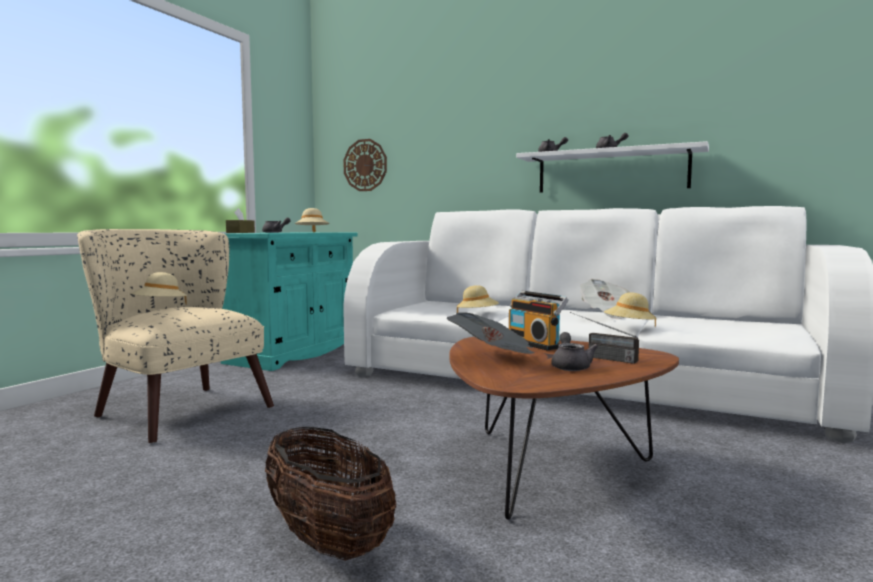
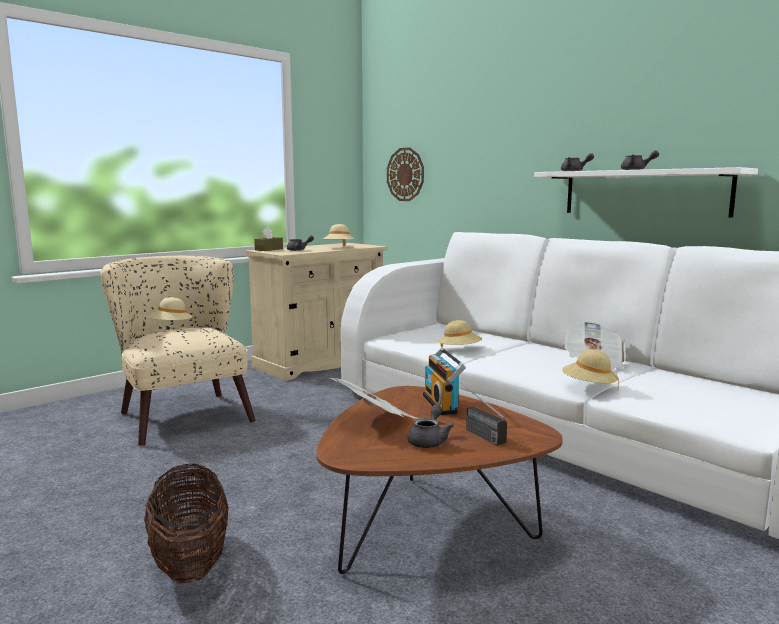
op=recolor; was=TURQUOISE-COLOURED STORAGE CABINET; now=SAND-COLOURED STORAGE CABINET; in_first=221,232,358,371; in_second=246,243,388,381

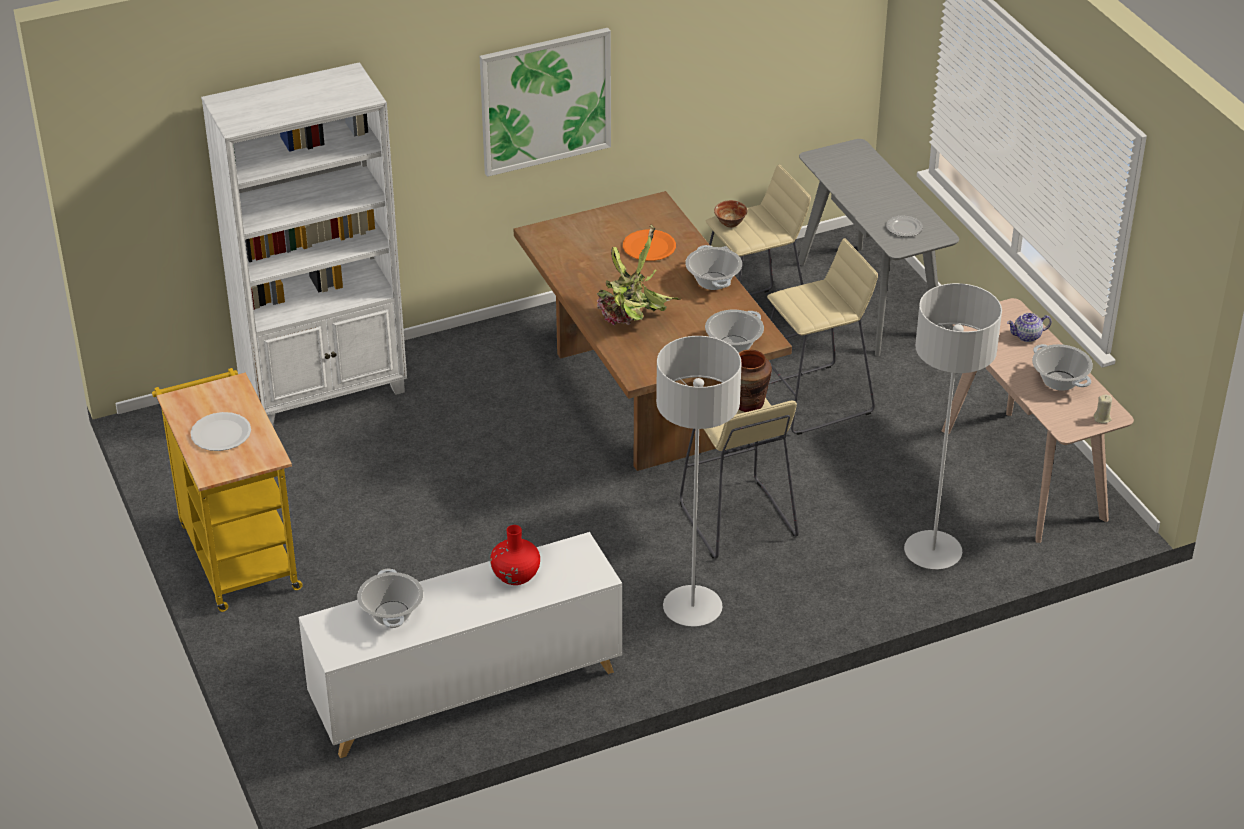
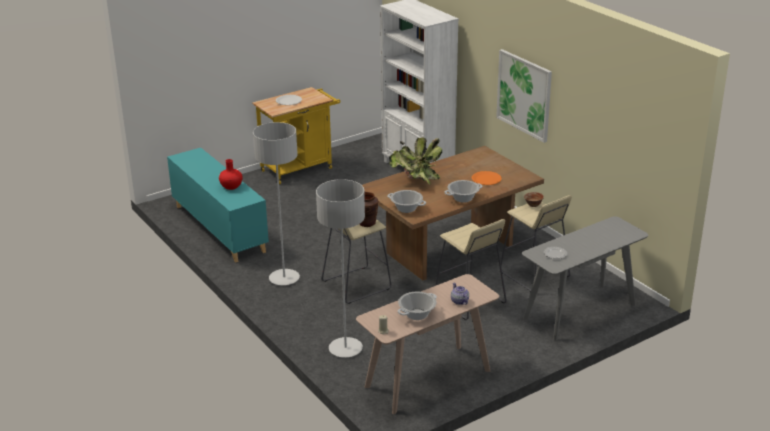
op=recolor; was=WHITISH STORAGE CABINET; now=TURQUOISE-COLOURED STORAGE CABINET; in_first=299,532,622,758; in_second=167,148,269,262
op=delete; was=SAUCEPOT; in_first=357,569,423,628

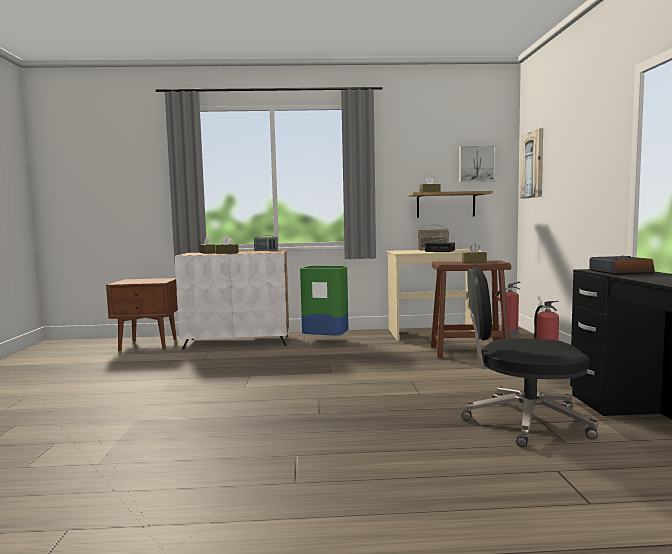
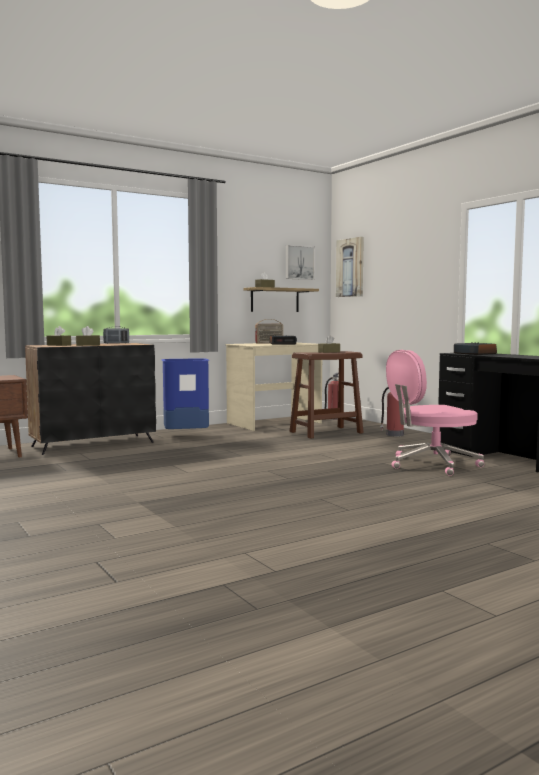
op=recolor; was=WHITISH STORAGE CABINET; now=BLACK STORAGE CABINET; in_first=175,250,289,349; in_second=25,343,156,455
op=recolor; was=GREENISH RUBBISH BIN; now=BLUE-COLOURED RUBBISH BIN; in_first=299,266,349,335; in_second=161,358,209,429
op=recolor; was=BLACK COMPUTER CHAIR; now=PINK-COLOURED COMPUTER CHAIR; in_first=461,267,598,447; in_second=386,350,484,476

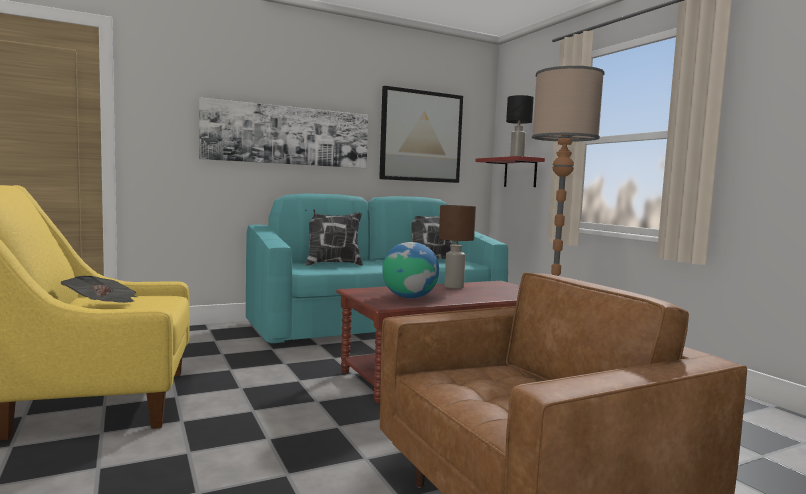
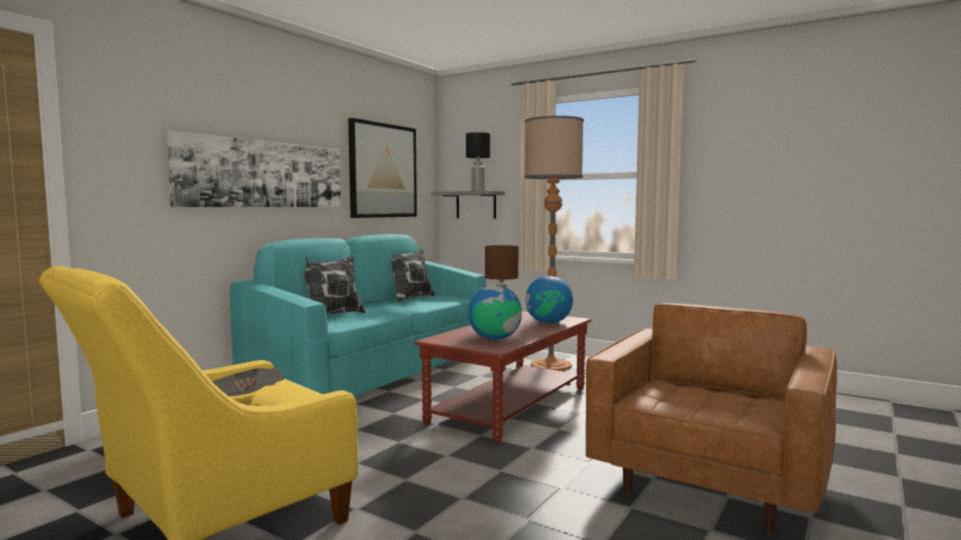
op=recolor; was=RED-COLOURED WALL SHELF; now=GRAY WALL SHELF; in_first=475,156,545,187; in_second=431,191,505,219
op=insert; now=WORLD GLOBE; in_second=525,276,573,323

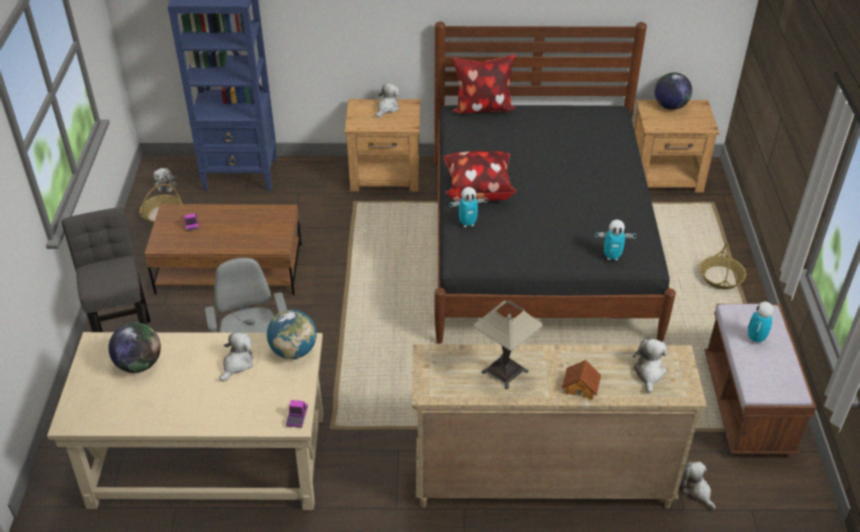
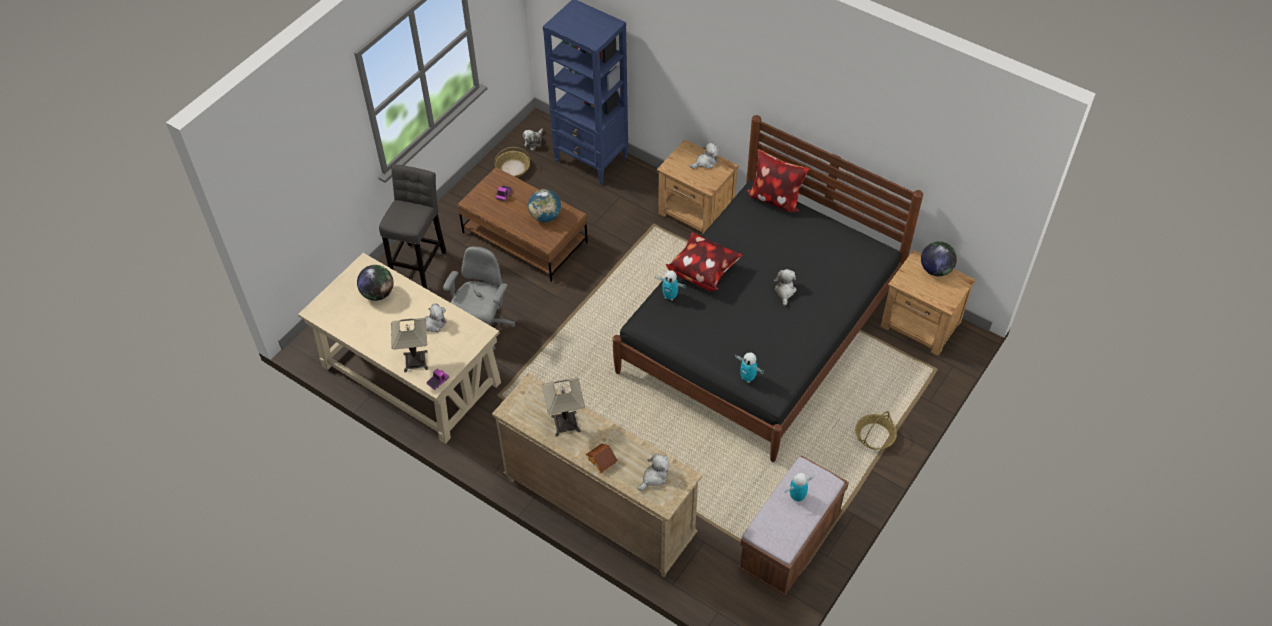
op=move; was=WORLD GLOBE; in_first=267,310,317,359; in_second=528,189,561,222
op=move; was=SOFT TOY; in_first=680,462,716,510; in_second=774,269,797,306
op=insert; now=TABLETOP LAMP; in_second=391,318,428,372

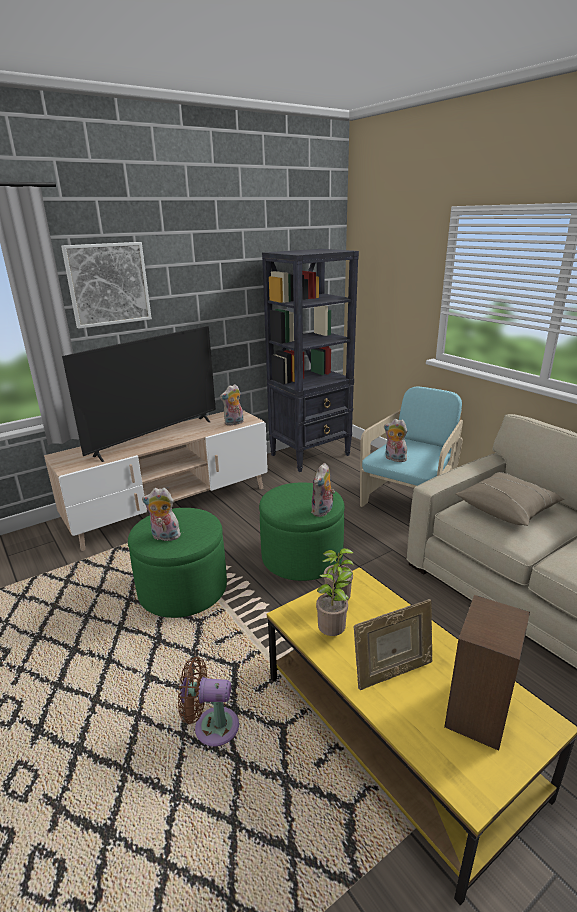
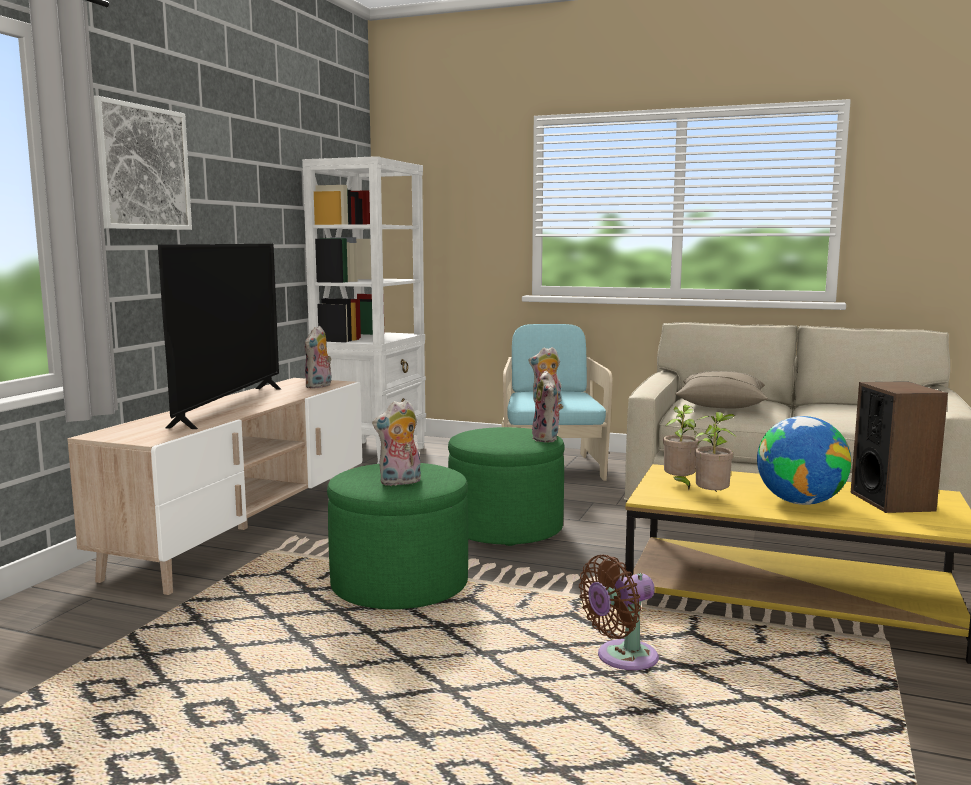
op=recolor; was=BLACK SHELVING UNIT; now=WHITISH SHELVING UNIT; in_first=262,249,359,472; in_second=302,156,426,464
op=replace; was=PICTURE FRAME; now=WORLD GLOBE; in_first=354,599,432,690; in_second=757,416,851,505

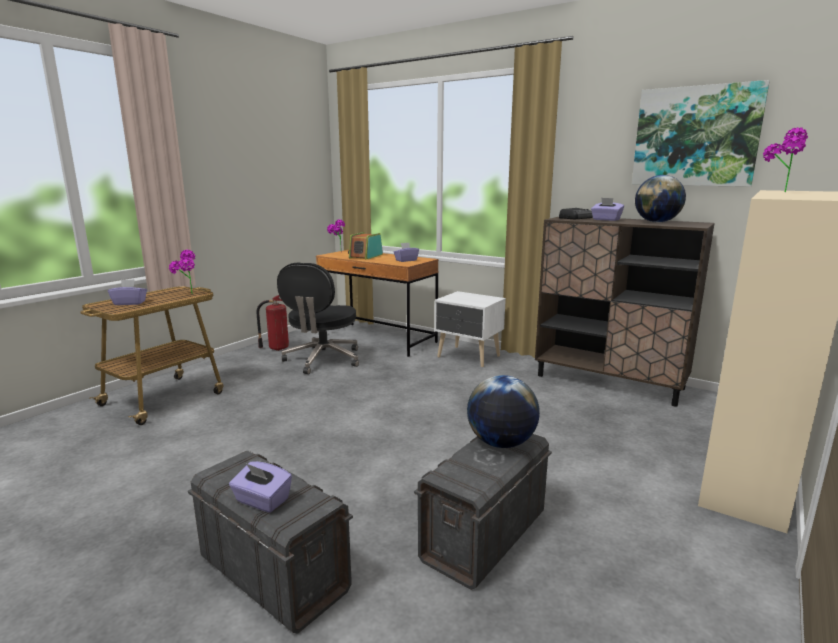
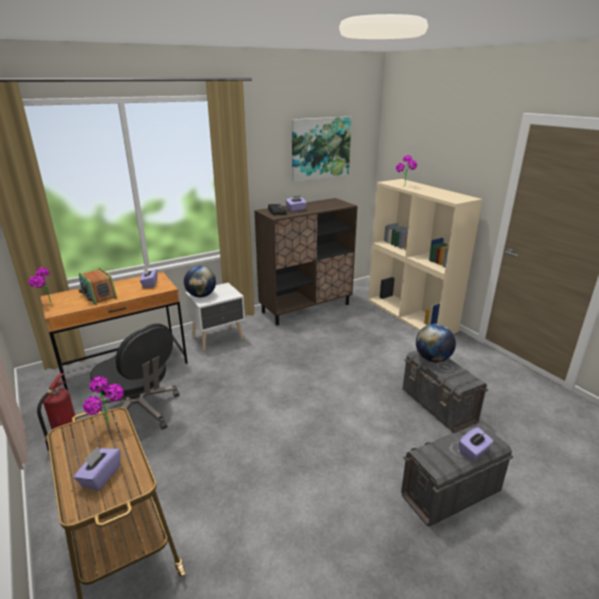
op=move; was=WORLD GLOBE; in_first=635,175,686,222; in_second=184,266,216,297

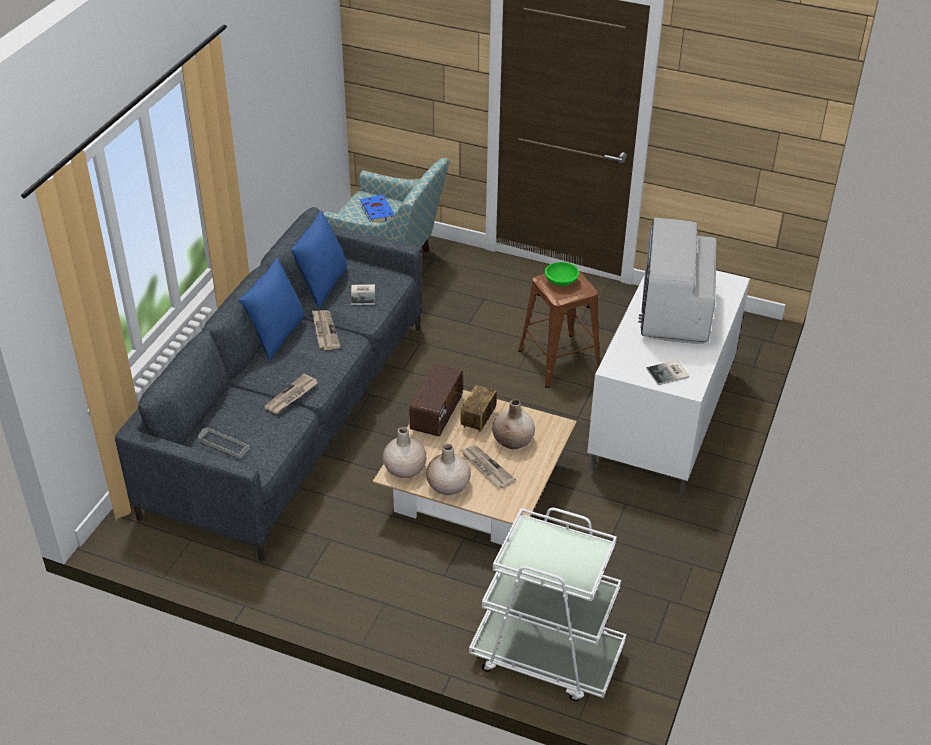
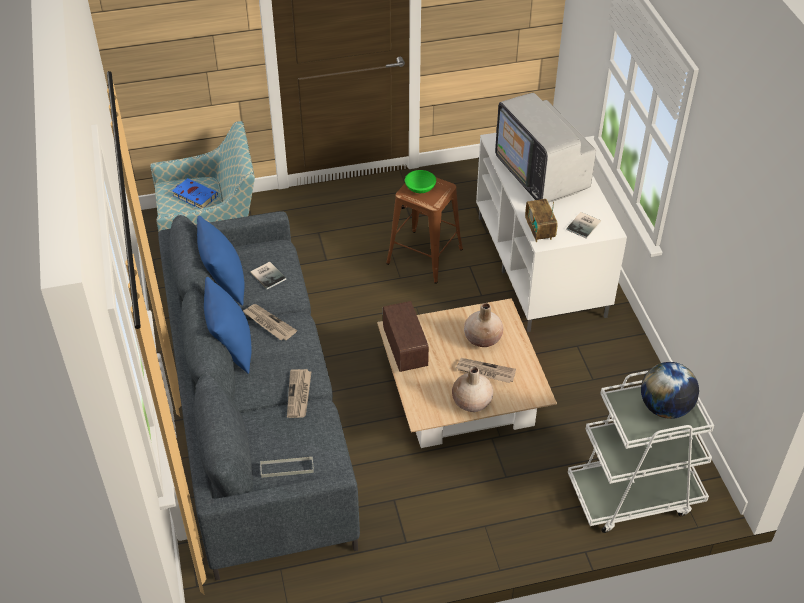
op=move; was=RADIO; in_first=461,385,497,433; in_second=525,199,558,242
op=delete; was=SAND-COLOURED VASE; in_first=383,427,426,478
op=insert; now=WORLD GLOBE; in_second=641,362,699,419

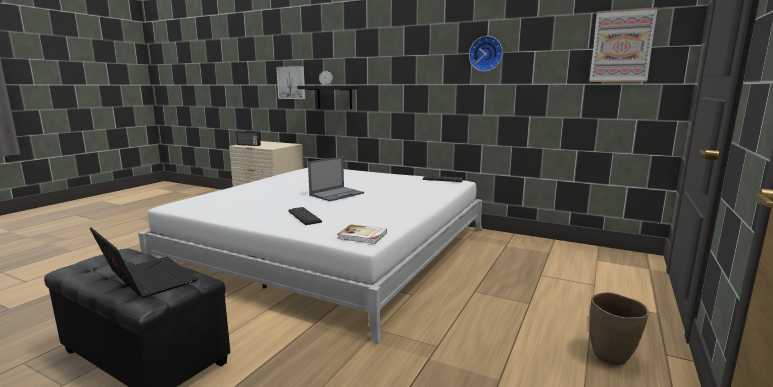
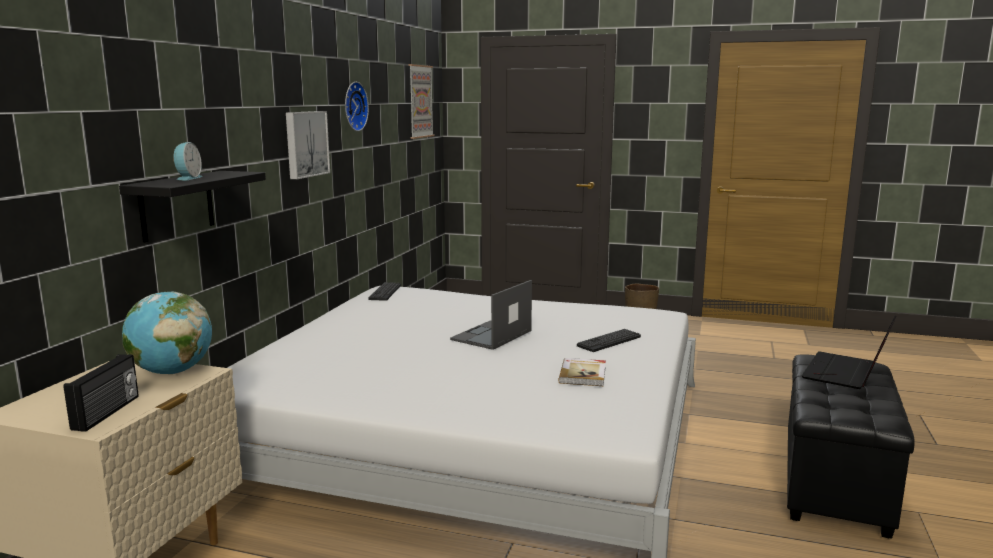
op=move; was=PICTURE; in_first=276,66,305,99; in_second=286,111,330,179
op=rotate; was=NOTEBOOK COMPUTER; in_first=308,157,364,201; in_second=450,280,532,350; clockwise=-90
op=move; was=BOUND BOOK; in_first=337,225,387,244; in_second=558,358,606,386
op=insert; now=WORLD GLOBE; in_second=122,291,212,374

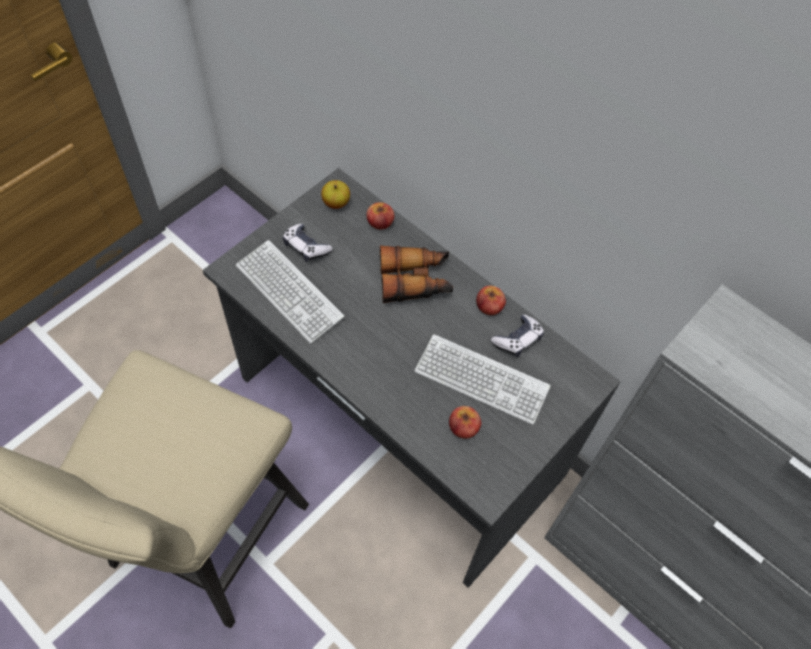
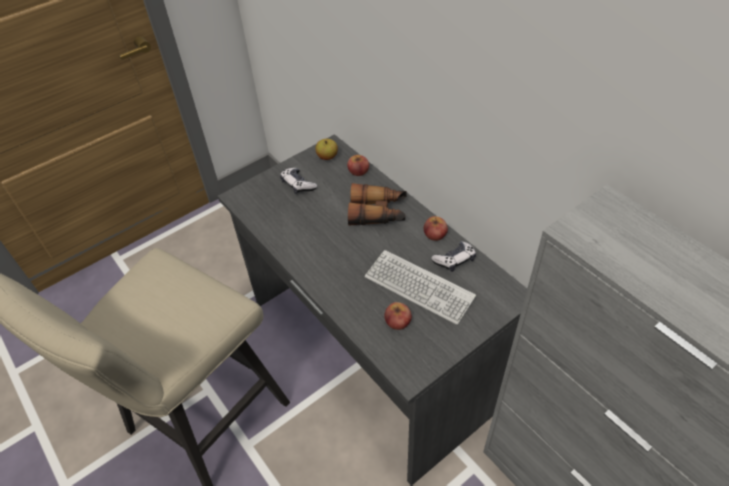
op=delete; was=COMPUTER KEYBOARD; in_first=236,240,344,344

